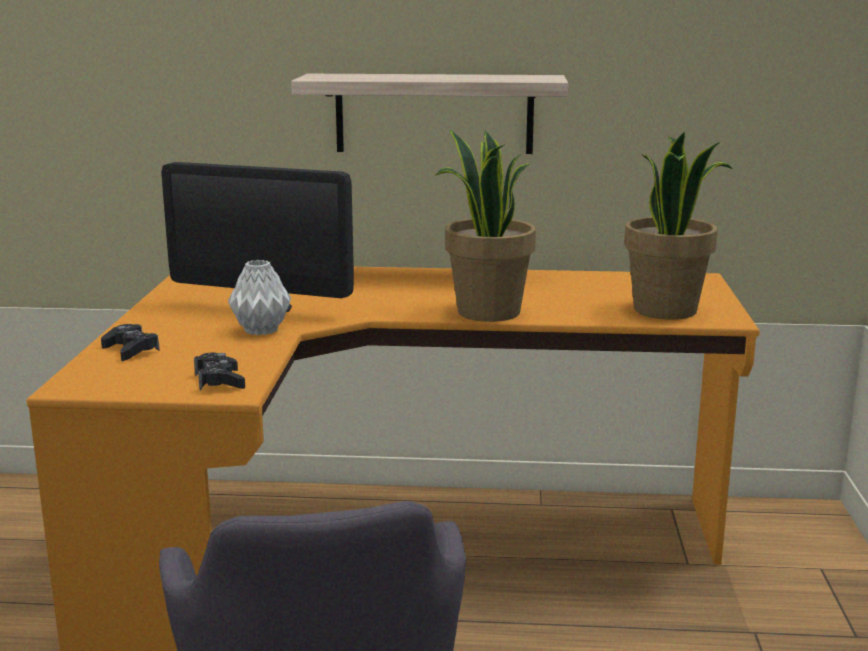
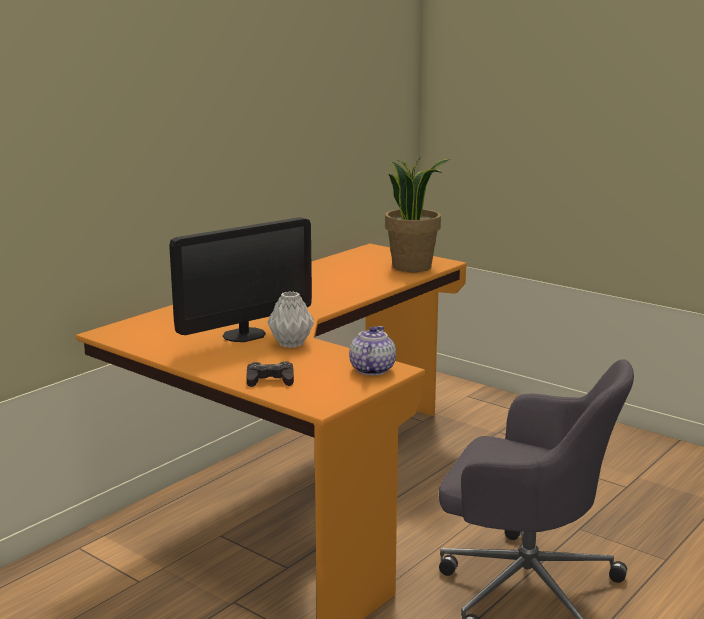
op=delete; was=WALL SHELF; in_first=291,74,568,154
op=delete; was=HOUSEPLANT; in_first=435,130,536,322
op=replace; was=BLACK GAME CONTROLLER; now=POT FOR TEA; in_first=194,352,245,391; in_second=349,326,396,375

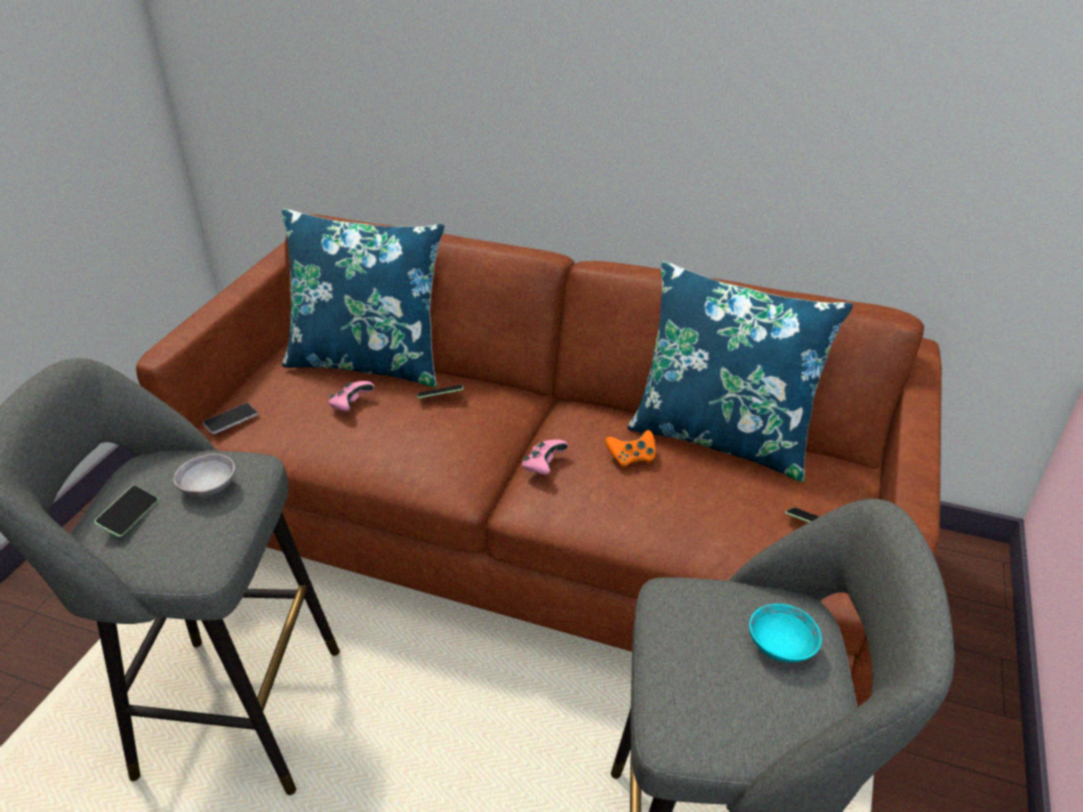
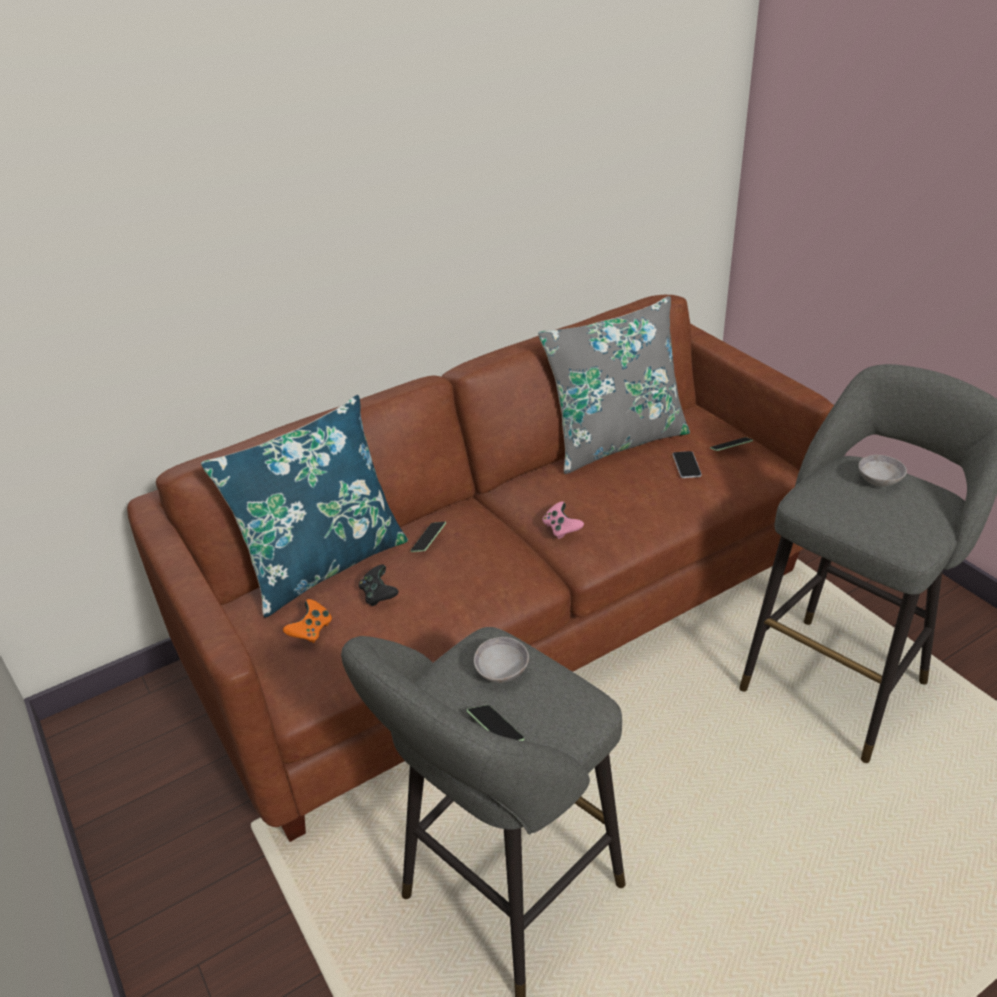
op=recolor; was=BLUE-COLOURED THROW PILLOW; now=GRAY THROW PILLOW; in_first=627,261,853,482; in_second=538,296,690,474
op=recolor; was=PINK-COLOURED GAME CONTROLLER; now=BLACK GAME CONTROLLER; in_first=328,381,375,411; in_second=359,565,399,607
op=move; was=PHONE; in_first=203,403,258,434; in_second=673,451,702,478
op=move; was=ORANGEY GAME CONTROLLER; in_first=605,430,656,468; in_second=283,599,332,643
op=recolor; was=TURQUOISE-COLOURED SERVING BOWL; now=GRAY SERVING BOWL; in_first=749,604,822,662; in_second=858,455,907,486

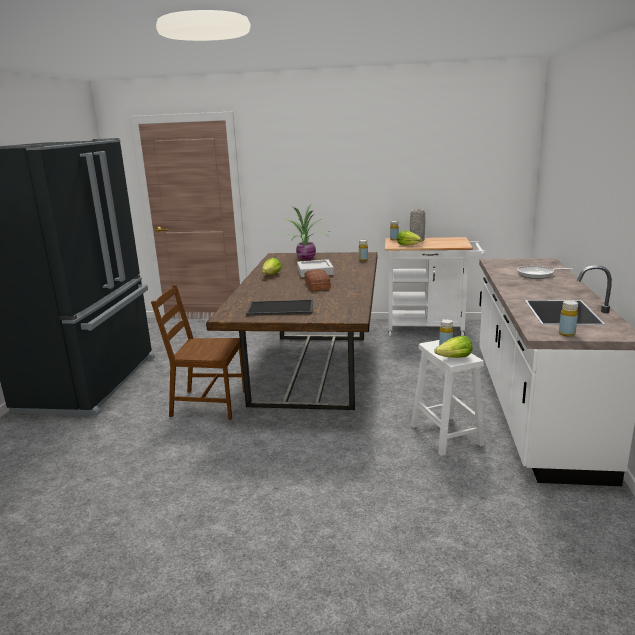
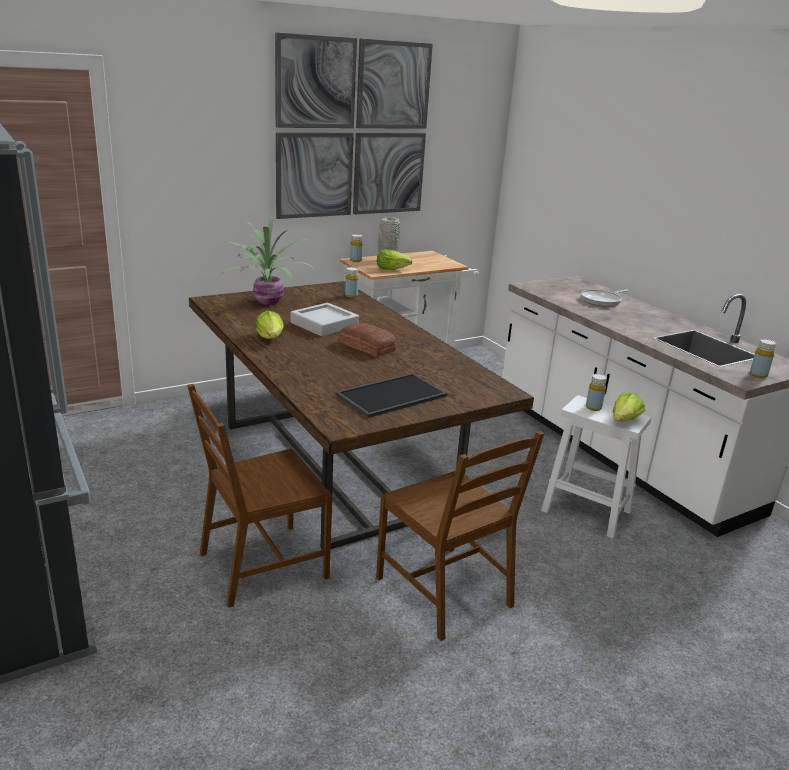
op=insert; now=PICTURE; in_second=275,32,433,219
op=insert; now=BROWN UPRIGHT CHAIR; in_second=376,431,545,641

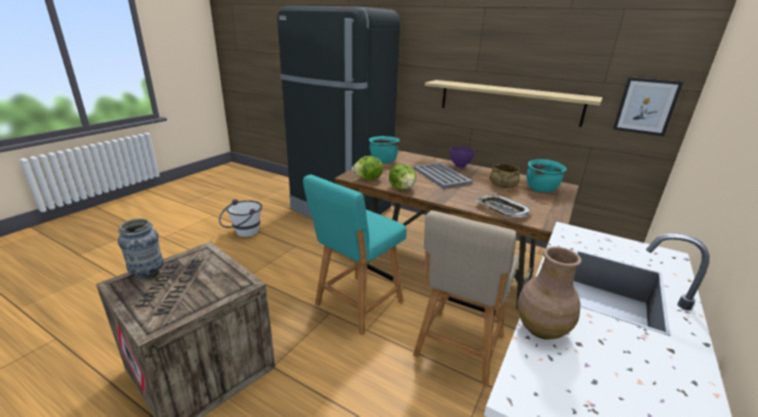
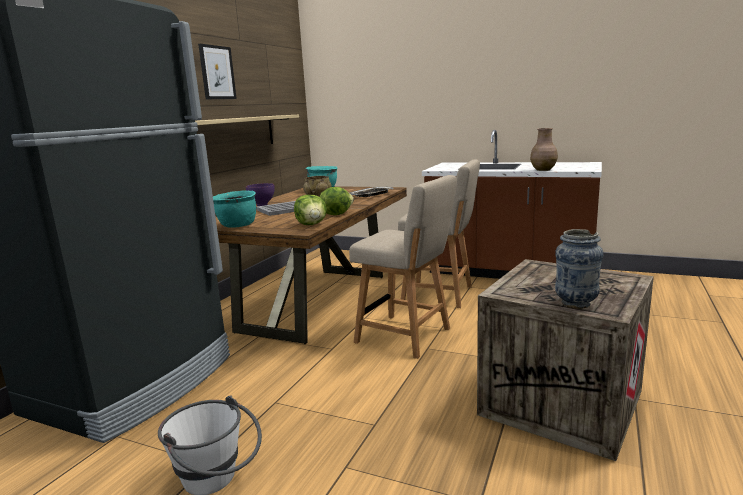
op=move; was=PICTURE; in_first=613,77,683,136; in_second=198,44,237,99
op=recolor; was=TURQUOISE-COLOURED UPRIGHT CHAIR; now=SAND-COLOURED UPRIGHT CHAIR; in_first=303,175,407,335; in_second=349,175,457,359

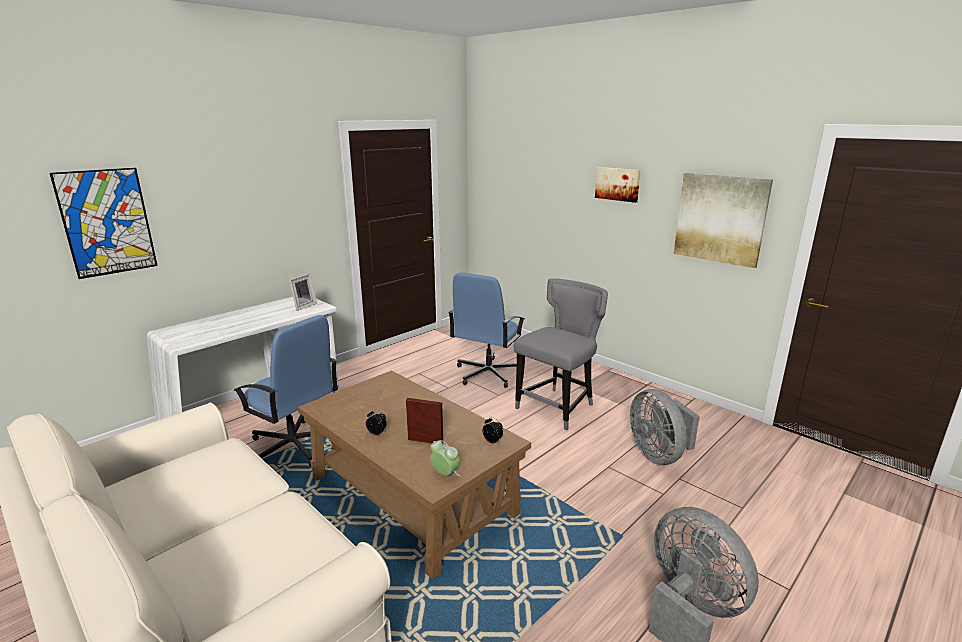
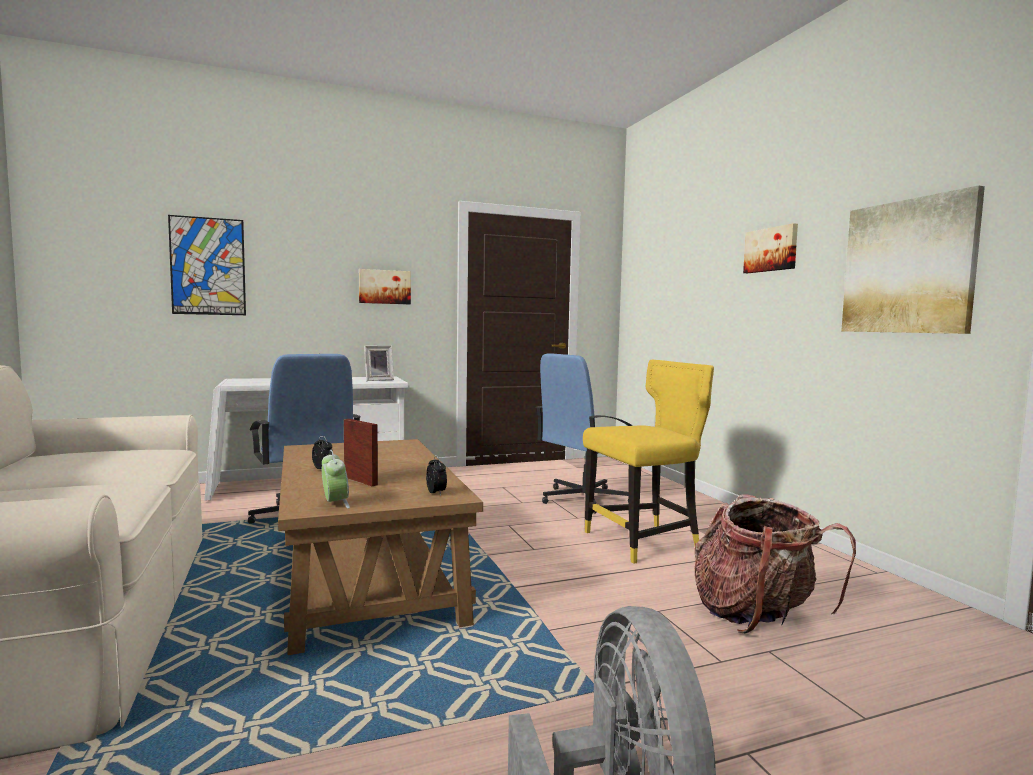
op=recolor; was=GRAY UPRIGHT CHAIR; now=YELLOW-COLOURED UPRIGHT CHAIR; in_first=514,279,608,430; in_second=583,360,714,564
op=replace; was=GRAY ELECTRIC FAN; now=RUCKSACK; in_first=630,389,700,465; in_second=695,494,856,634
op=insert; now=PICTURE; in_second=359,269,411,304

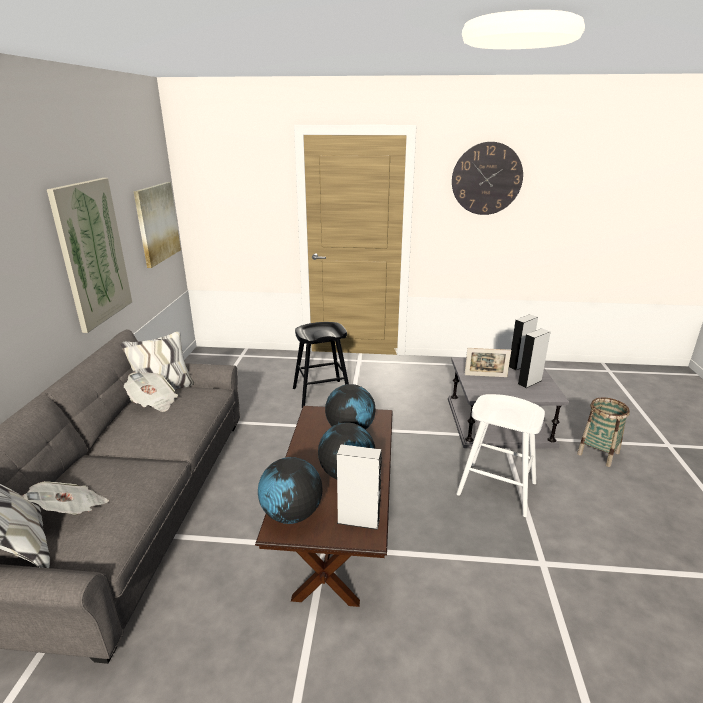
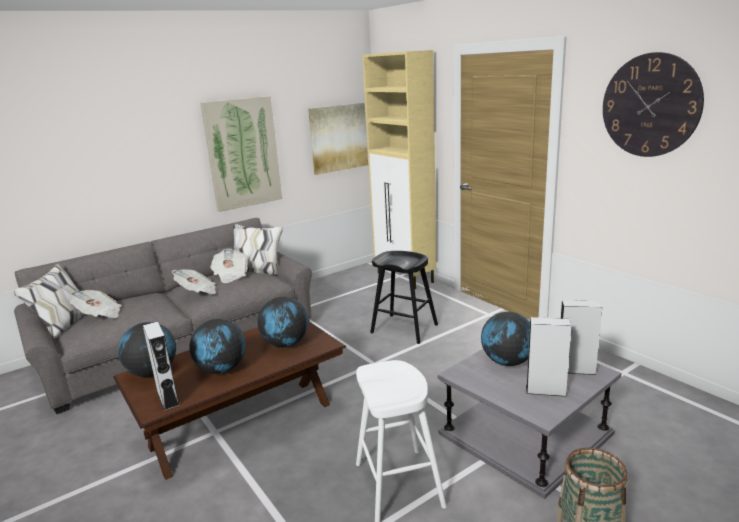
op=replace; was=PICTURE FRAME; now=WORLD GLOBE; in_first=464,348,511,377; in_second=481,312,530,366
op=insert; now=SAND-COLOURED STORAGE CABINET; in_second=362,50,437,289
op=insert; now=DAILY PAPER; in_second=172,269,216,294

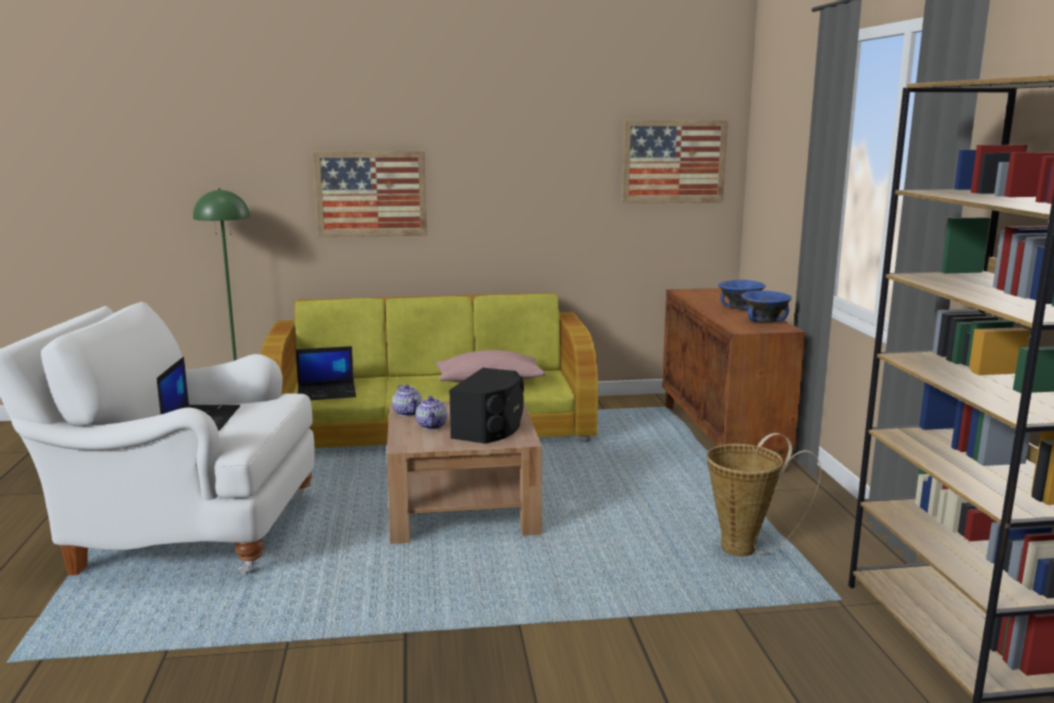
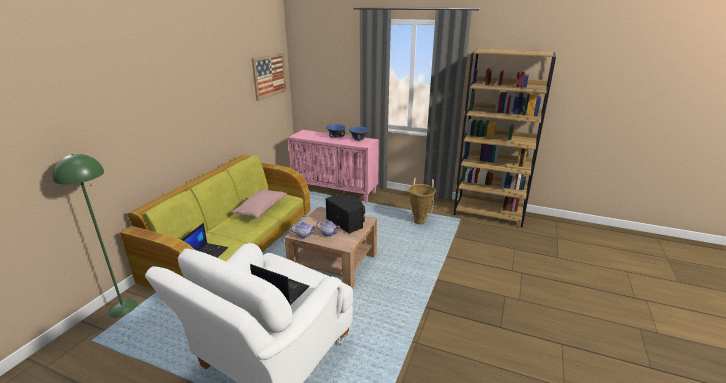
op=delete; was=PICTURE; in_first=313,151,427,237
op=recolor; was=BROWN STORAGE CABINET; now=PINK-COLOURED STORAGE CABINET; in_first=662,288,805,472; in_second=288,130,379,202

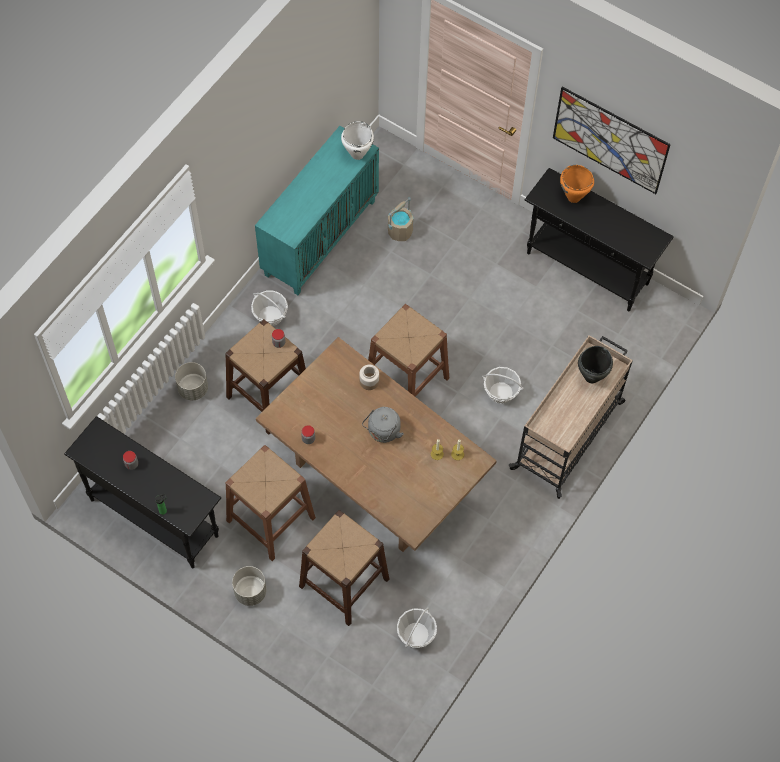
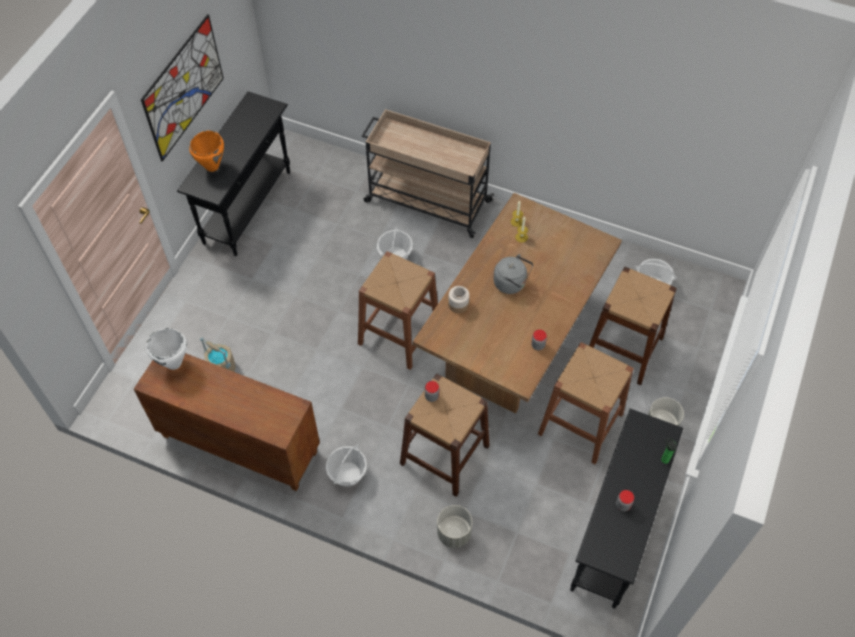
op=recolor; was=TURQUOISE-COLOURED STORAGE CABINET; now=BROWN STORAGE CABINET; in_first=255,126,379,295; in_second=134,353,320,491
op=delete; was=BLACK SAUCEPOT; in_first=578,346,613,383

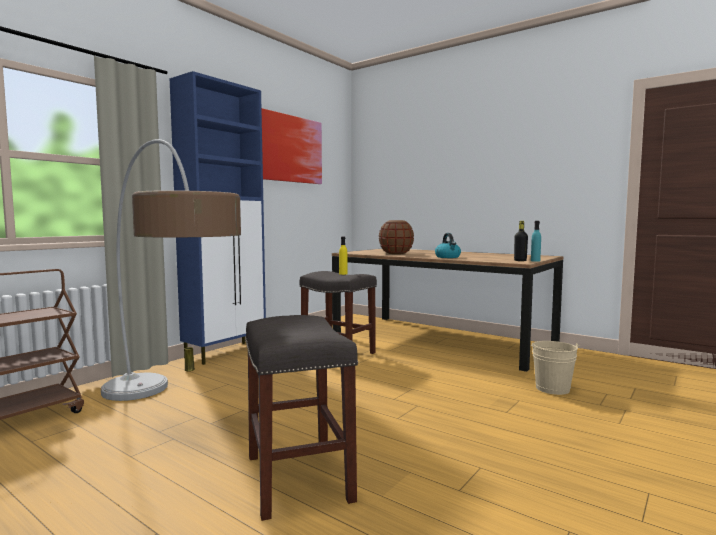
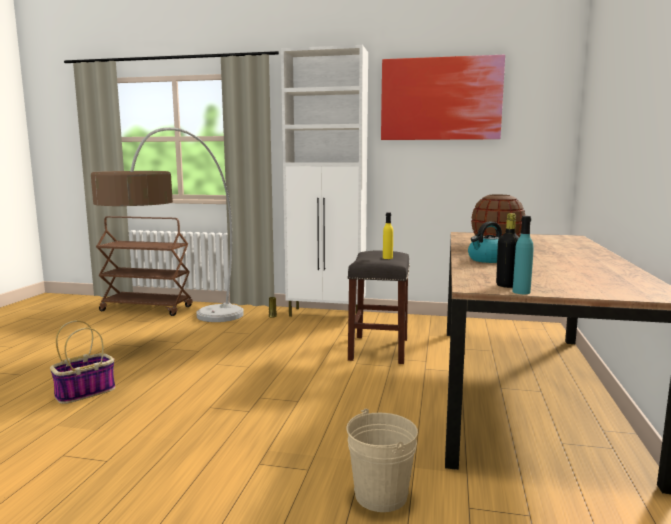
op=recolor; was=BLUE-COLOURED STORAGE CABINET; now=WHITISH STORAGE CABINET; in_first=169,71,266,365; in_second=281,45,368,317
op=replace; was=GRAY SITTING STOOL; now=BASKET; in_first=245,315,358,521; in_second=50,320,115,404

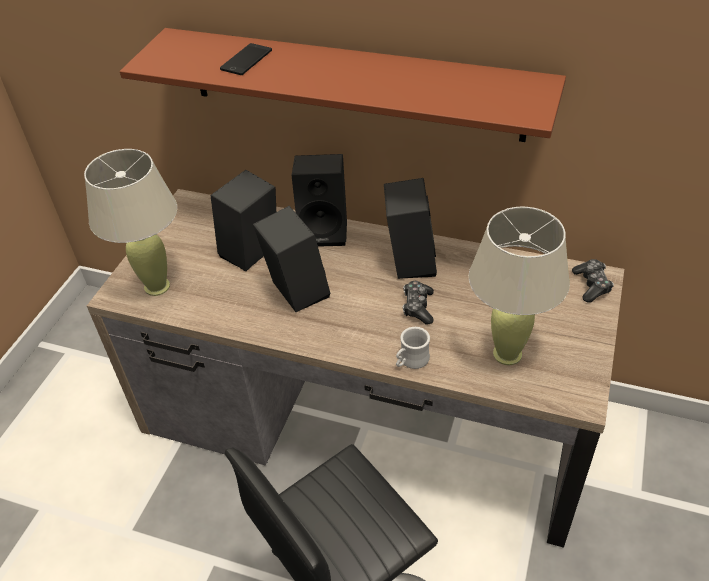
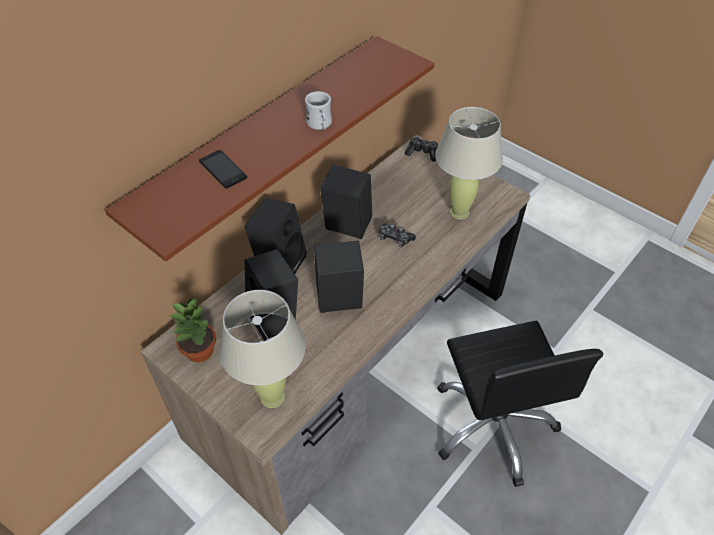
op=move; was=WHITISH MUG; in_first=396,327,430,369; in_second=305,91,332,130
op=insert; now=HOUSEPLANT; in_second=168,297,216,362

